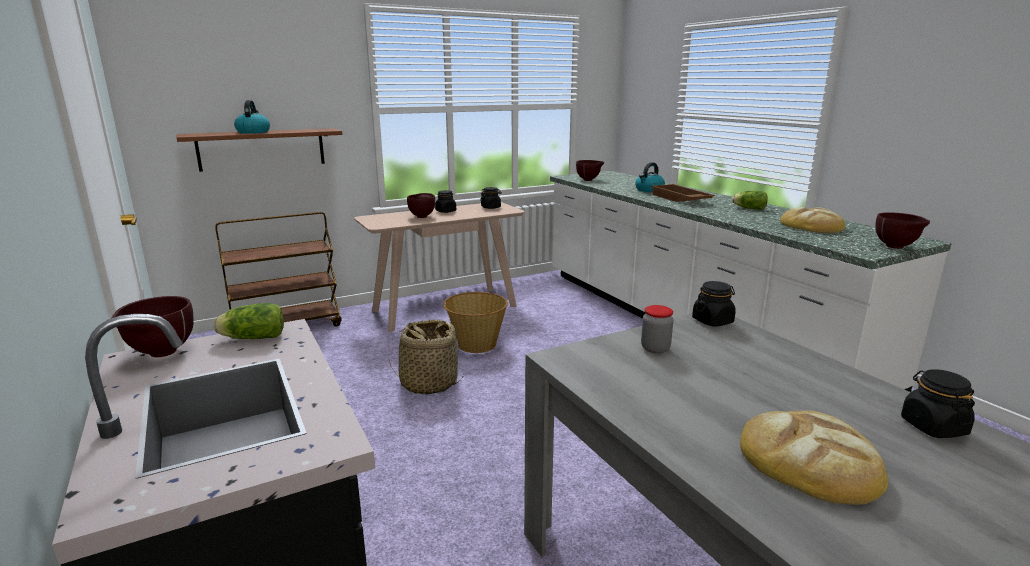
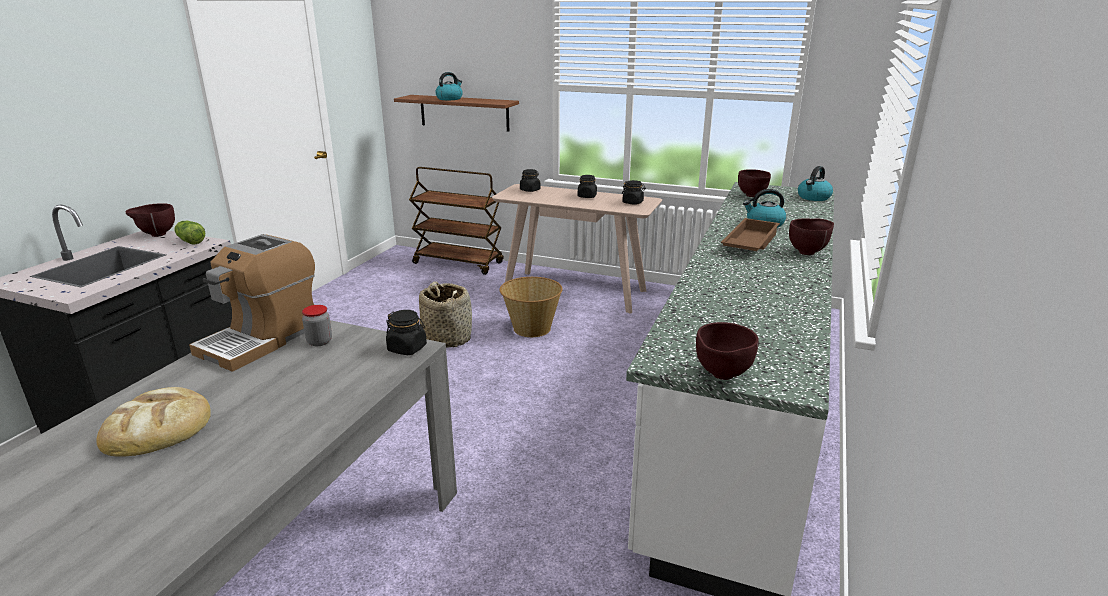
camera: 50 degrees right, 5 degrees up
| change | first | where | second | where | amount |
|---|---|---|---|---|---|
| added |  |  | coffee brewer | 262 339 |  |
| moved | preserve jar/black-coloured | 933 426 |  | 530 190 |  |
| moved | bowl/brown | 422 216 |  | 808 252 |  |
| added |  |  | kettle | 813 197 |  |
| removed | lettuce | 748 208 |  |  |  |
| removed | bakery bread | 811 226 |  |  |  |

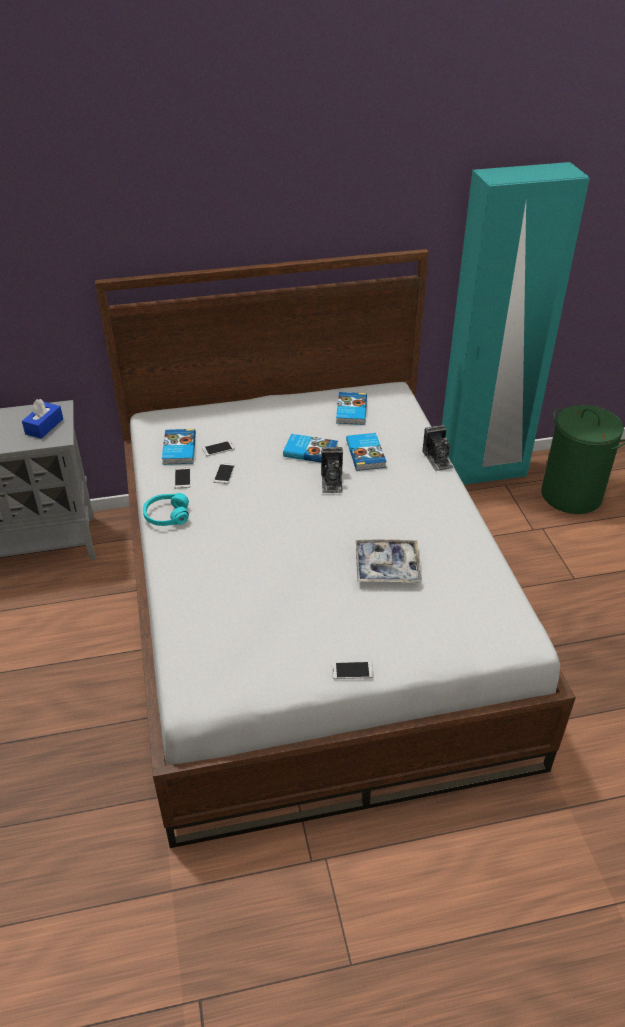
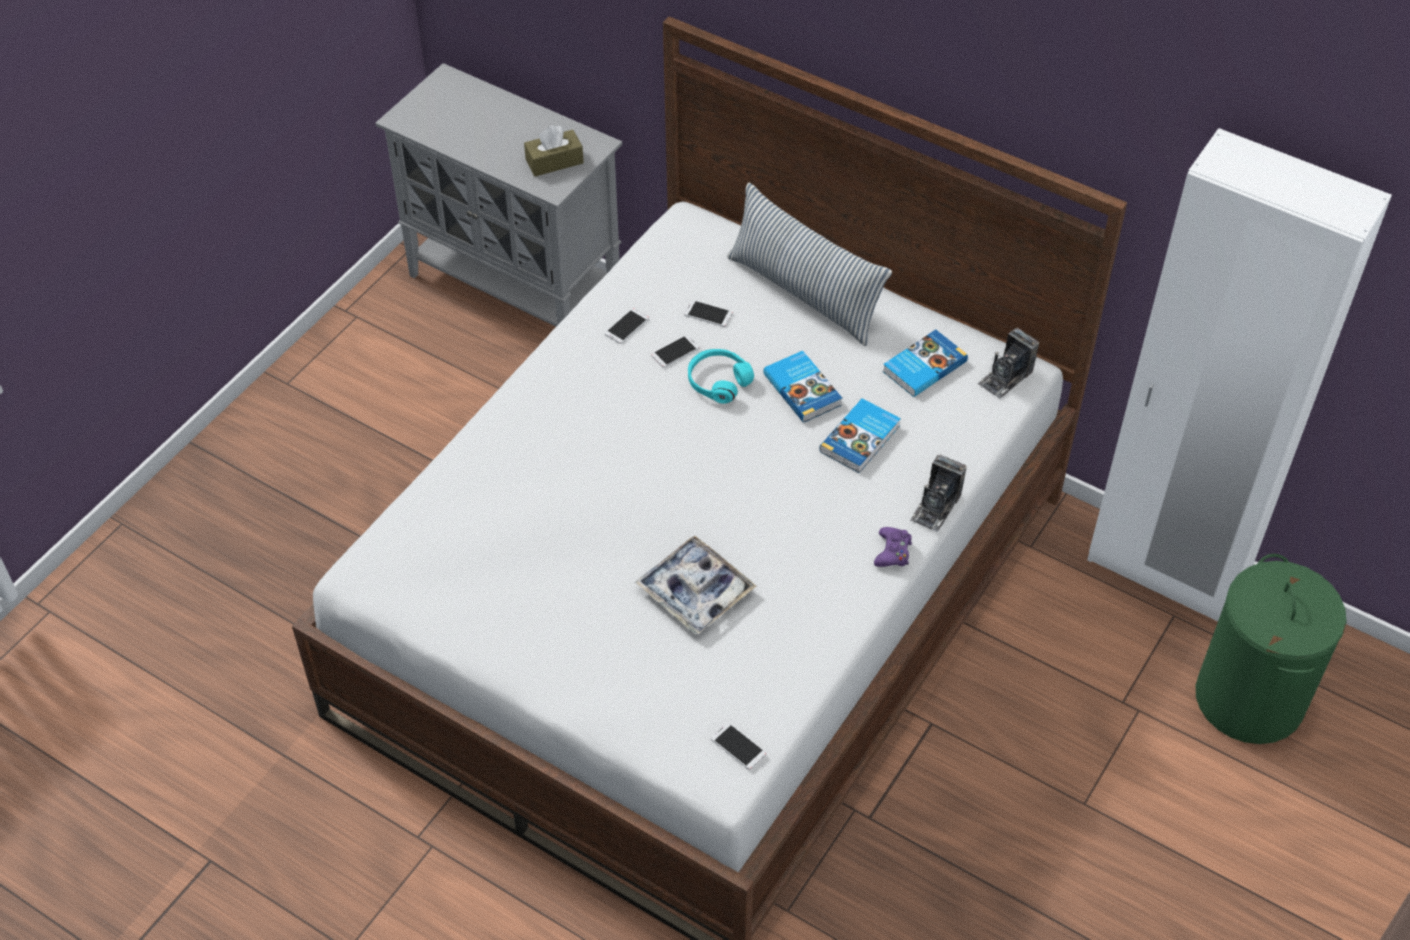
camera: 45 degrees right, 10 degrees up
| change | first | where | second | where | amount |
|---|---|---|---|---|---|
| recoloured | tissue box/blue-coloured | 44 426 | tissue box/brown | 554 161 |  |
| moved | headset/turquoise | 167 515 |  | 718 381 |  |
| moved | handset | 352 670 |  | 738 746 |  |
| added |  |  | cushion | 804 294 |  |
| added |  |  | game controller/purple | 893 552 |  |
| moved | photo camera | 332 481 |  | 1005 377 |  |
| recoloured | clothes cupboard/turquoise | 481 472 | clothes cupboard/white | 1165 573 |  |
| removed | bound book | 178 449 |  |  |  |

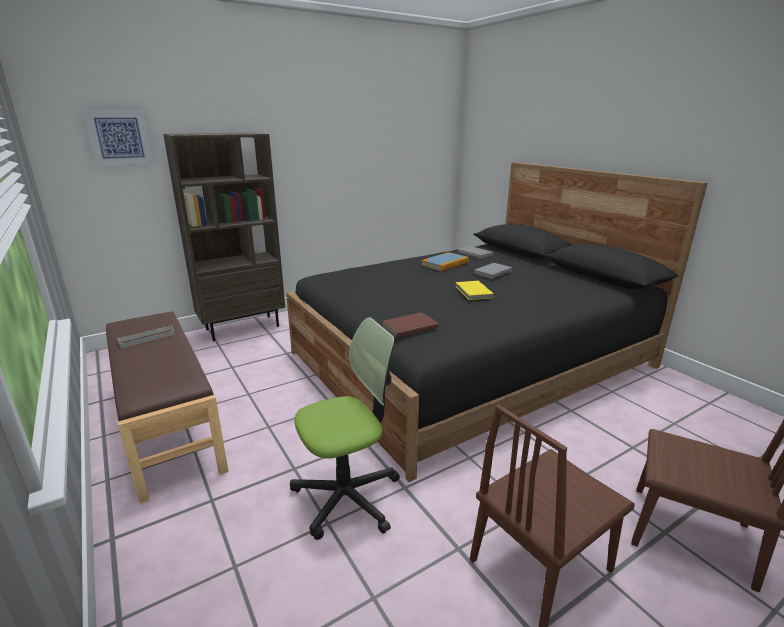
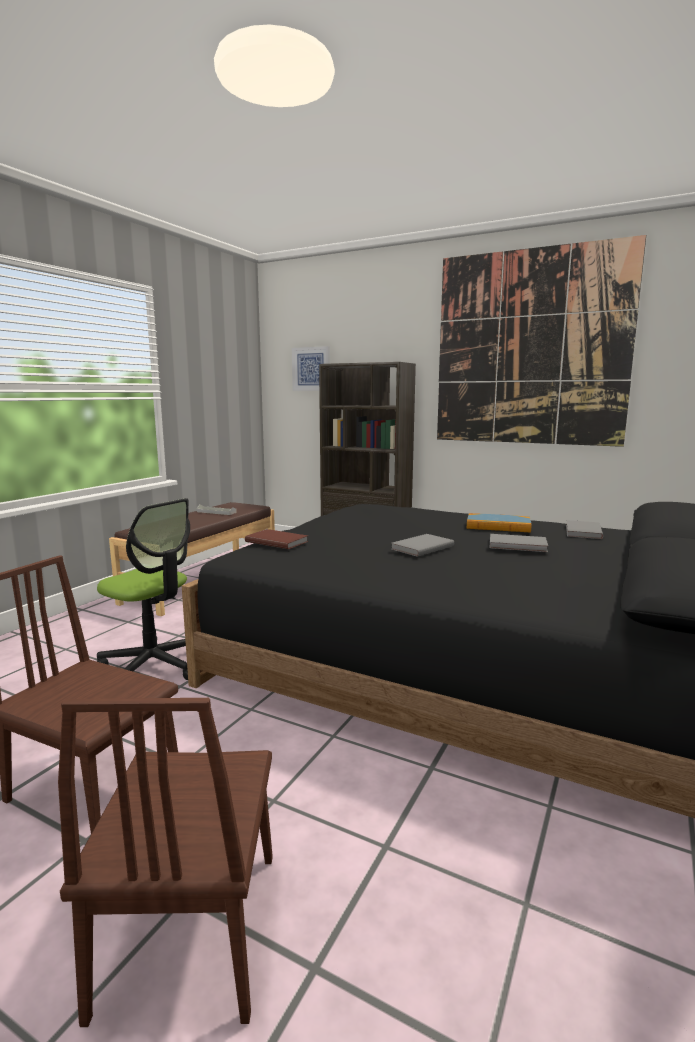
camera: 60 degrees right, 10 degrees down
| change | first | where | second | where | amount |
|---|---|---|---|---|---|
| recoloured | bound book/yellowish | 473 292 | bound book/gray | 421 547 |  |
| added |  |  | picture | 530 349 |  |

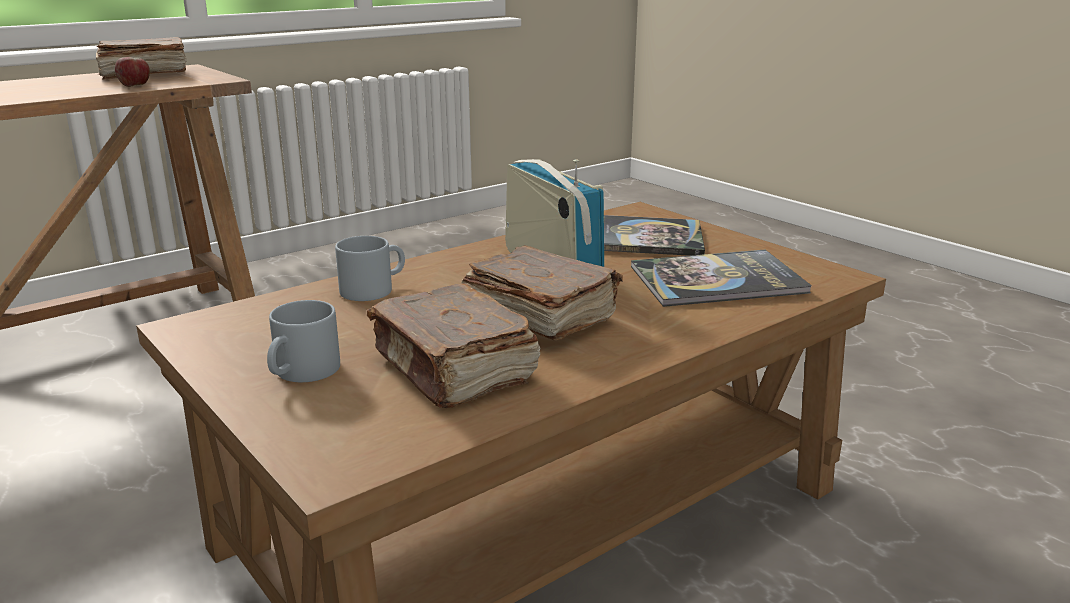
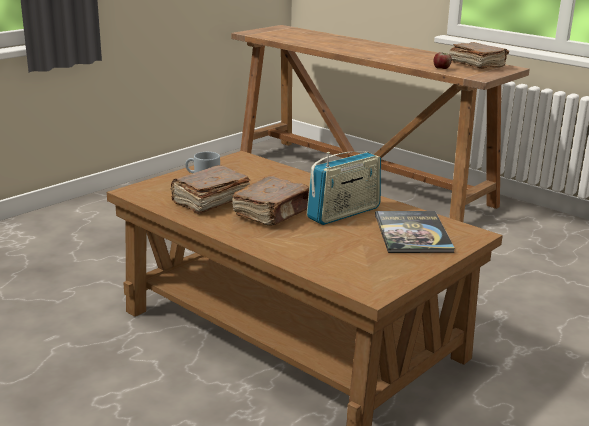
camera: 80 degrees right, 0 degrees up
| change | first | where | second | where | amount |
|---|---|---|---|---|---|
| removed | mug/gray | 373 289 |  |  |  |
| removed | bound book | 717 280 |  |  |  |

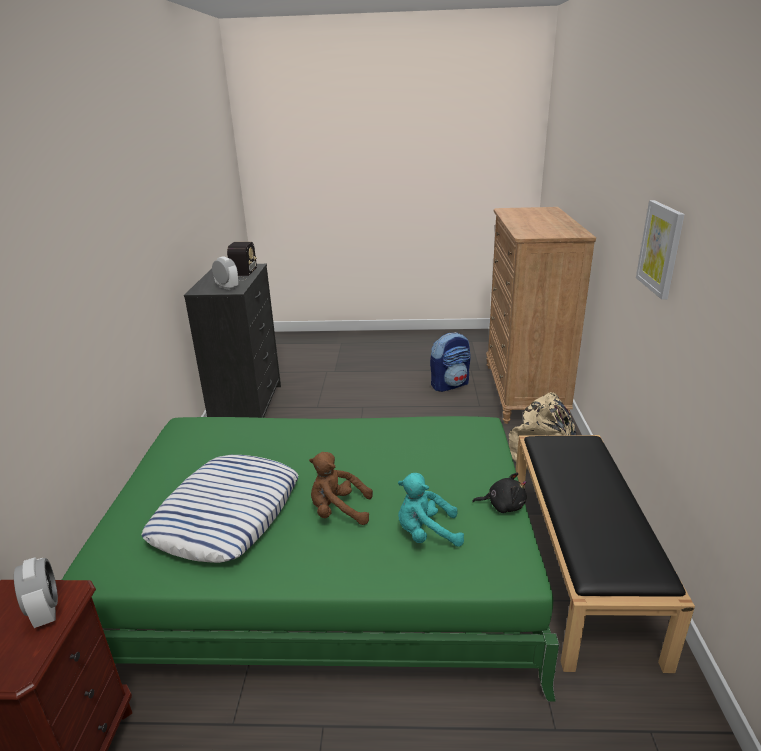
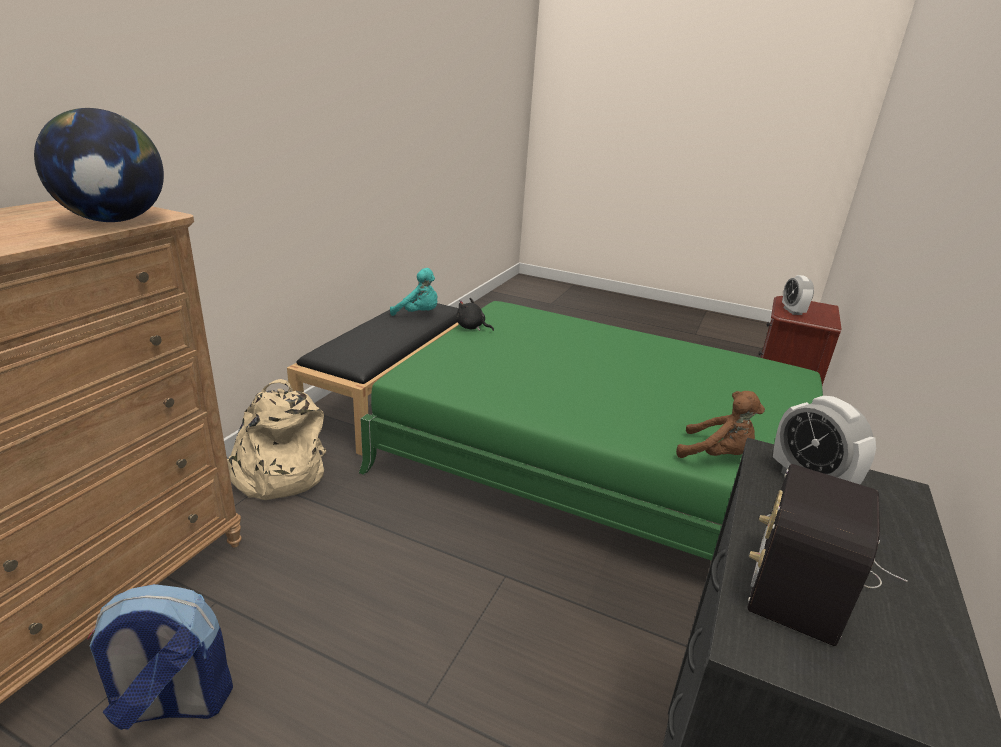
camera: 160 degrees left, 0 degrees up
| change | first | where | second | where | amount |
|---|---|---|---|---|---|
| added |  |  | globe | 114 220 |  |
| moved | soft toy/turquoise | 426 533 |  | 418 314 |  |
| moved | soft toy/brown | 338 511 |  | 717 455 |  |
| removed | cushion | 227 514 |  |  |  |
| removed | picture | 661 248 |  |  |  |

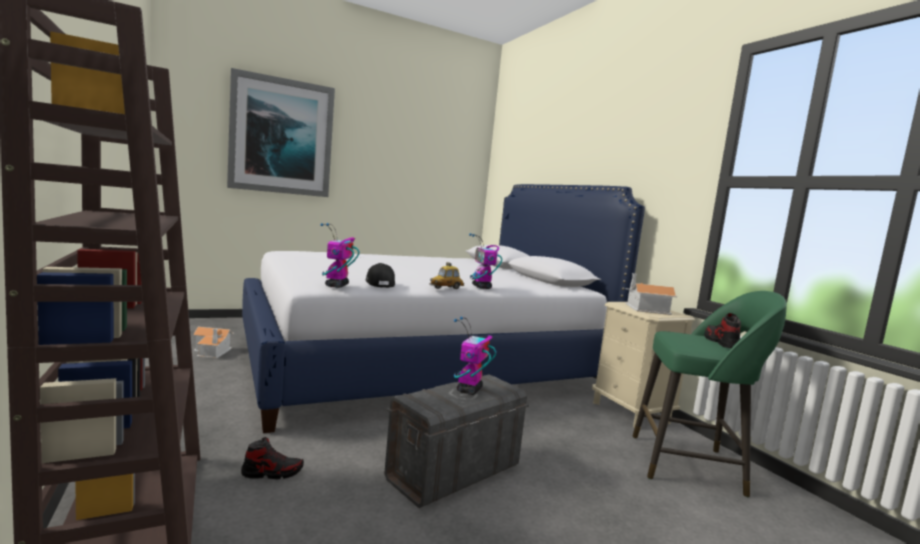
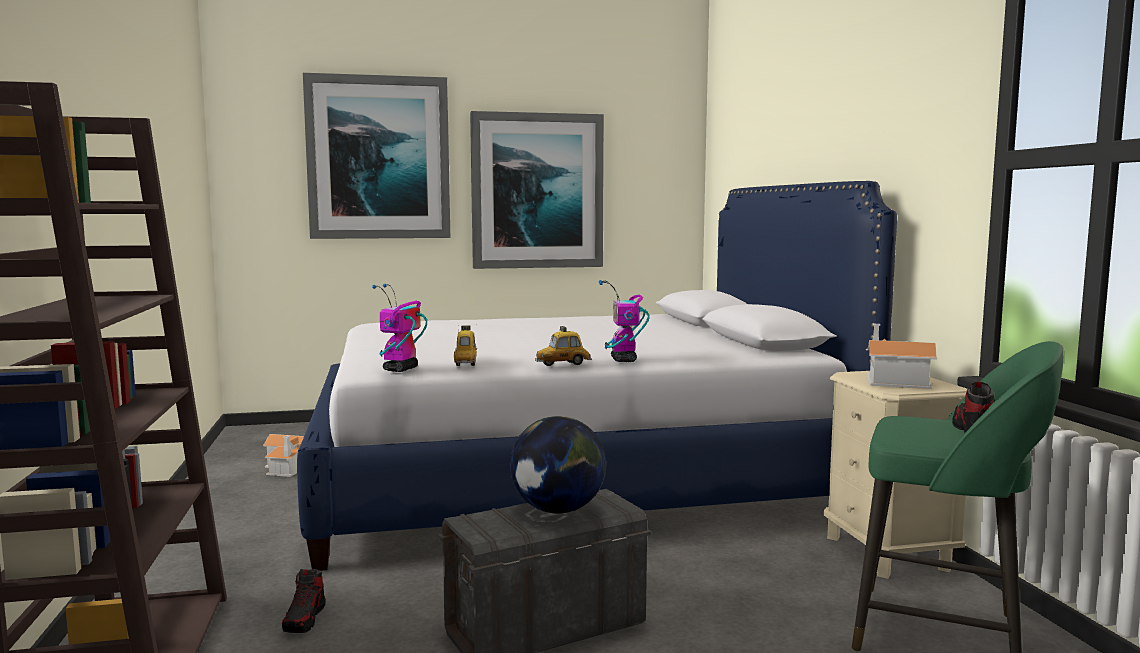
camera: 15 degrees right, 0 degrees up
| change | first | where | second | where | amount |
|---|---|---|---|---|---|
| turned | shoe | 272 473 |  | 305 619 | 90 degrees clockwise |
| replaced | cap/black-coloured | 379 283 | miniature car | 466 363 |  |
| added |  |  | picture | 537 191 |  |
| replaced | toy robot | 469 390 | globe | 558 510 |  |

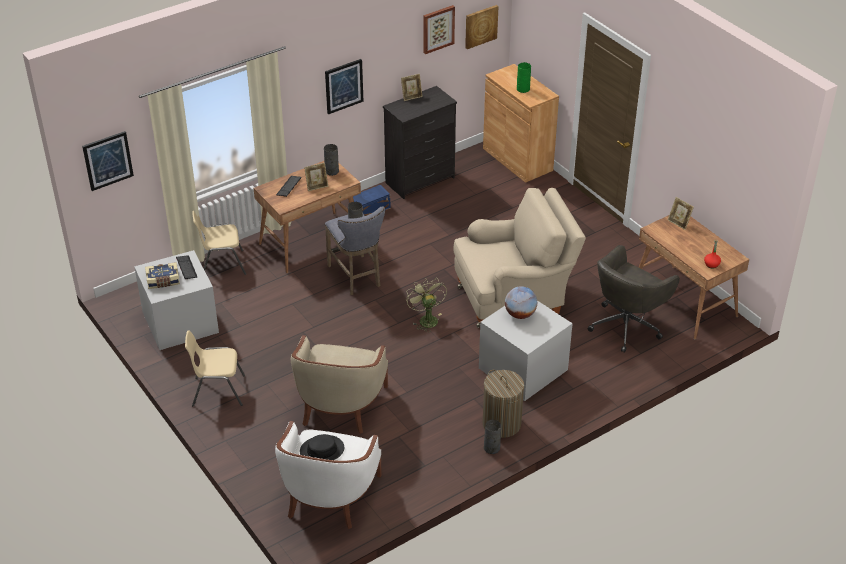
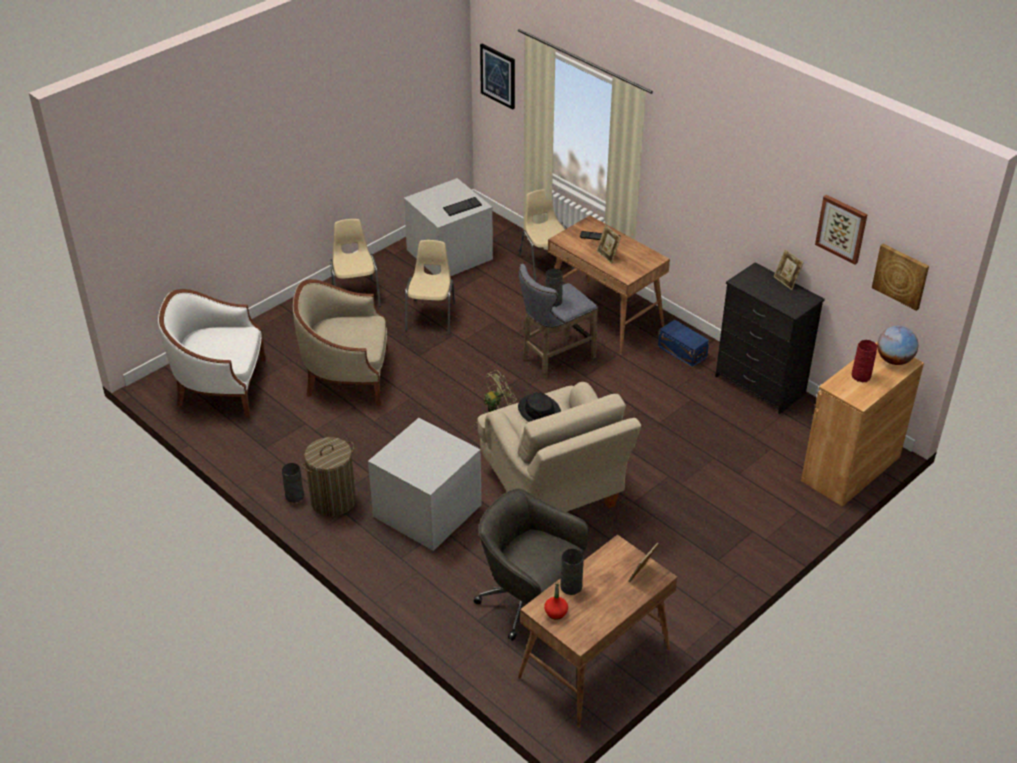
camera: 80 degrees right, 0 degrees up
| change | first | where | second | where | amount |
|---|---|---|---|---|---|
| added |  |  | upright chair/sand-coloured | 431 316 |  |
| moved | hat/black-coloured | 322 450 |  | 539 411 |  |
| moved | flower vase/gray | 331 171 |  | 570 586 |  |
| recoloured | flower vase/greenish | 522 89 | flower vase/red-coloured | 861 375 |  |
| moved | globe | 520 314 |  | 894 360 |  |
| removed | bound book | 163 281 |  |  |  |
| removed | picture | 343 86 |  |  |  |

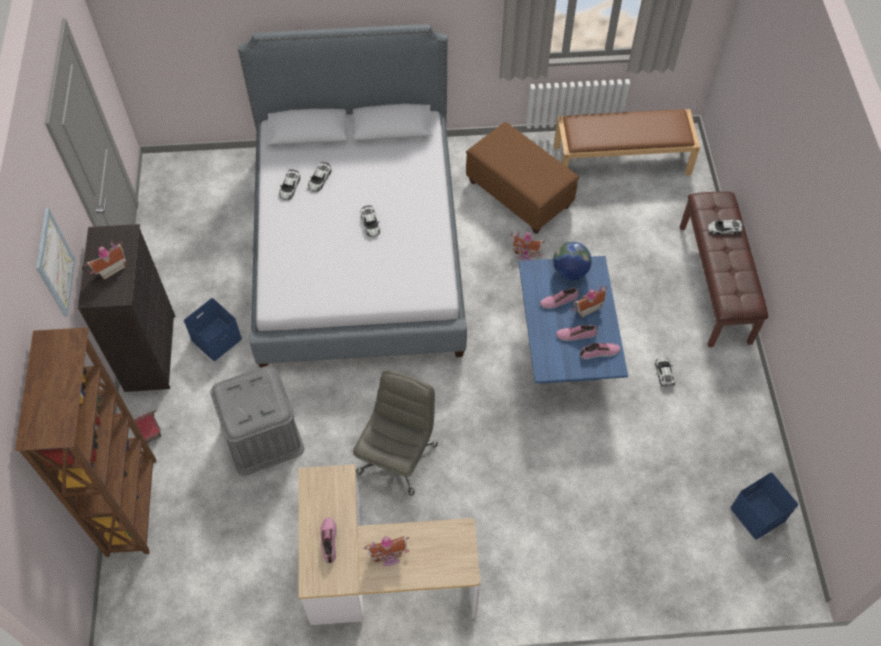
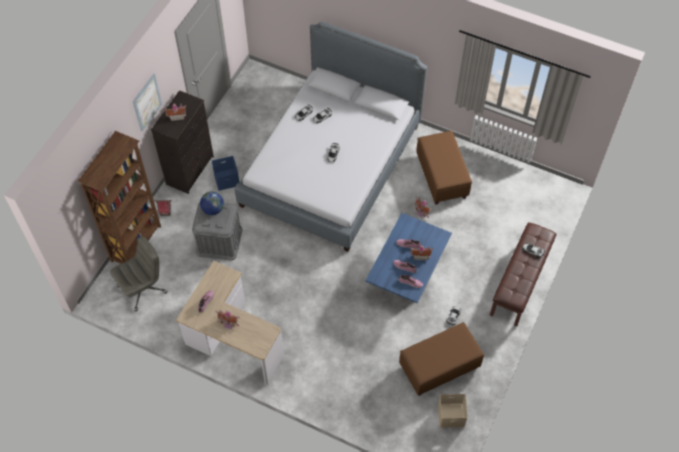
camera: 30 degrees right, 0 degrees up
| change | first | where | second | where | amount |
|---|---|---|---|---|---|
| moved | desk chair/gray | 397 457 |  | 143 288 |  |
| moved | globe | 570 271 |  | 213 209 |  |
| added |  |  | ottoman/brown | 438 367 |  |
| recoloured | storage bin/blue-coloured | 758 515 | storage bin/sand-coloured | 450 416 |  |
| removed | long seat/brown | 622 159 |  |  |  |

